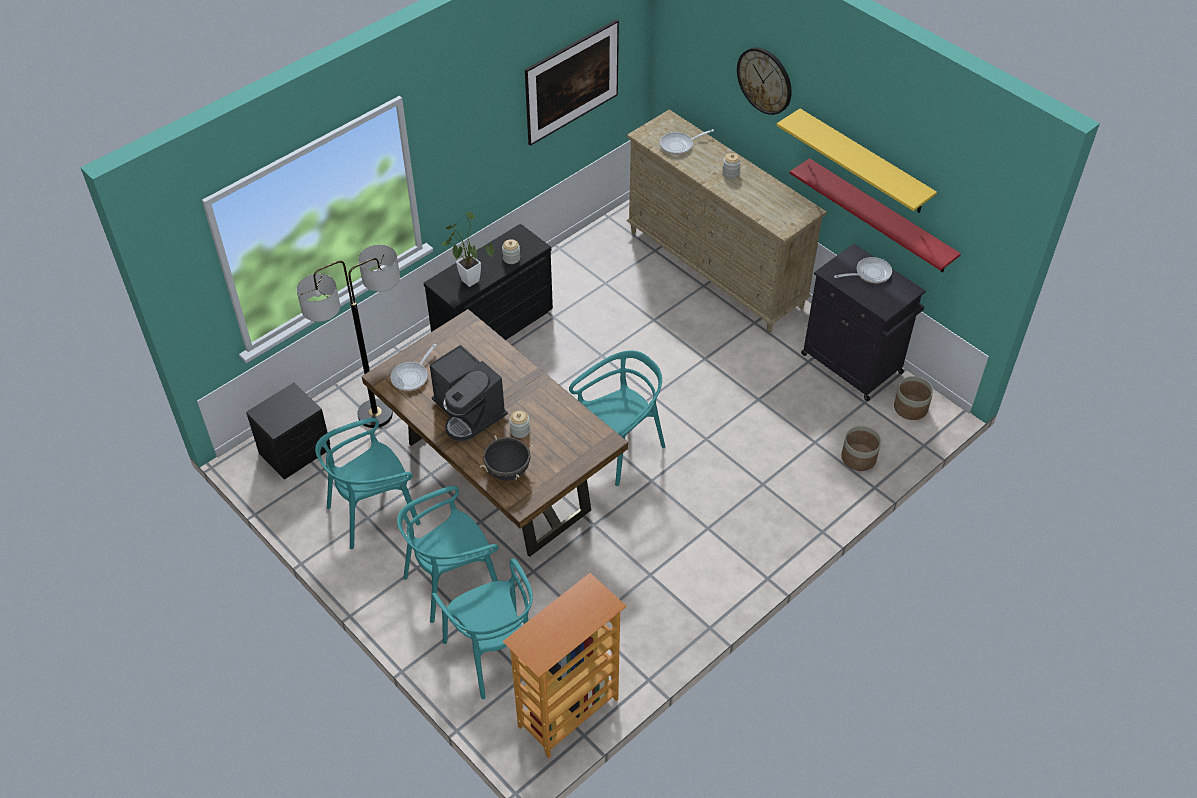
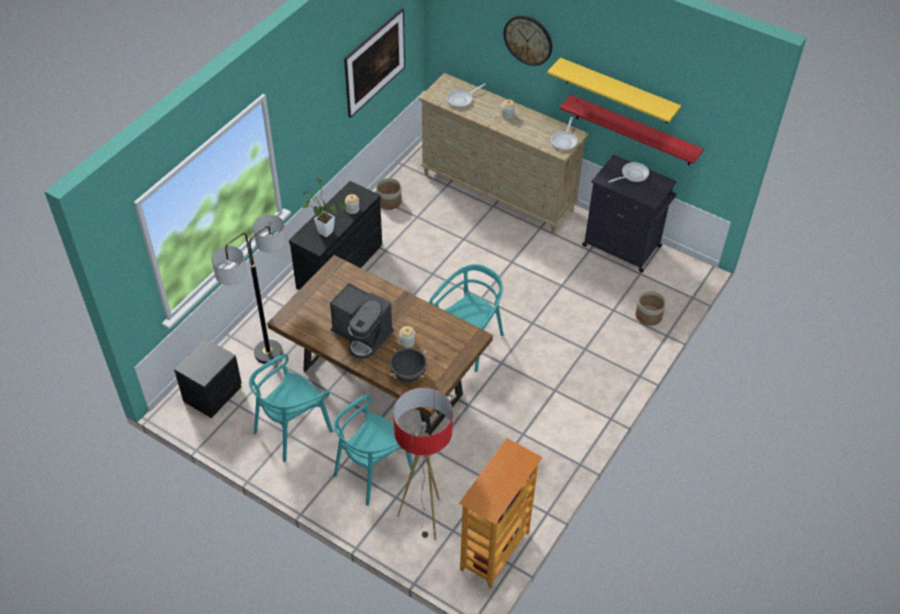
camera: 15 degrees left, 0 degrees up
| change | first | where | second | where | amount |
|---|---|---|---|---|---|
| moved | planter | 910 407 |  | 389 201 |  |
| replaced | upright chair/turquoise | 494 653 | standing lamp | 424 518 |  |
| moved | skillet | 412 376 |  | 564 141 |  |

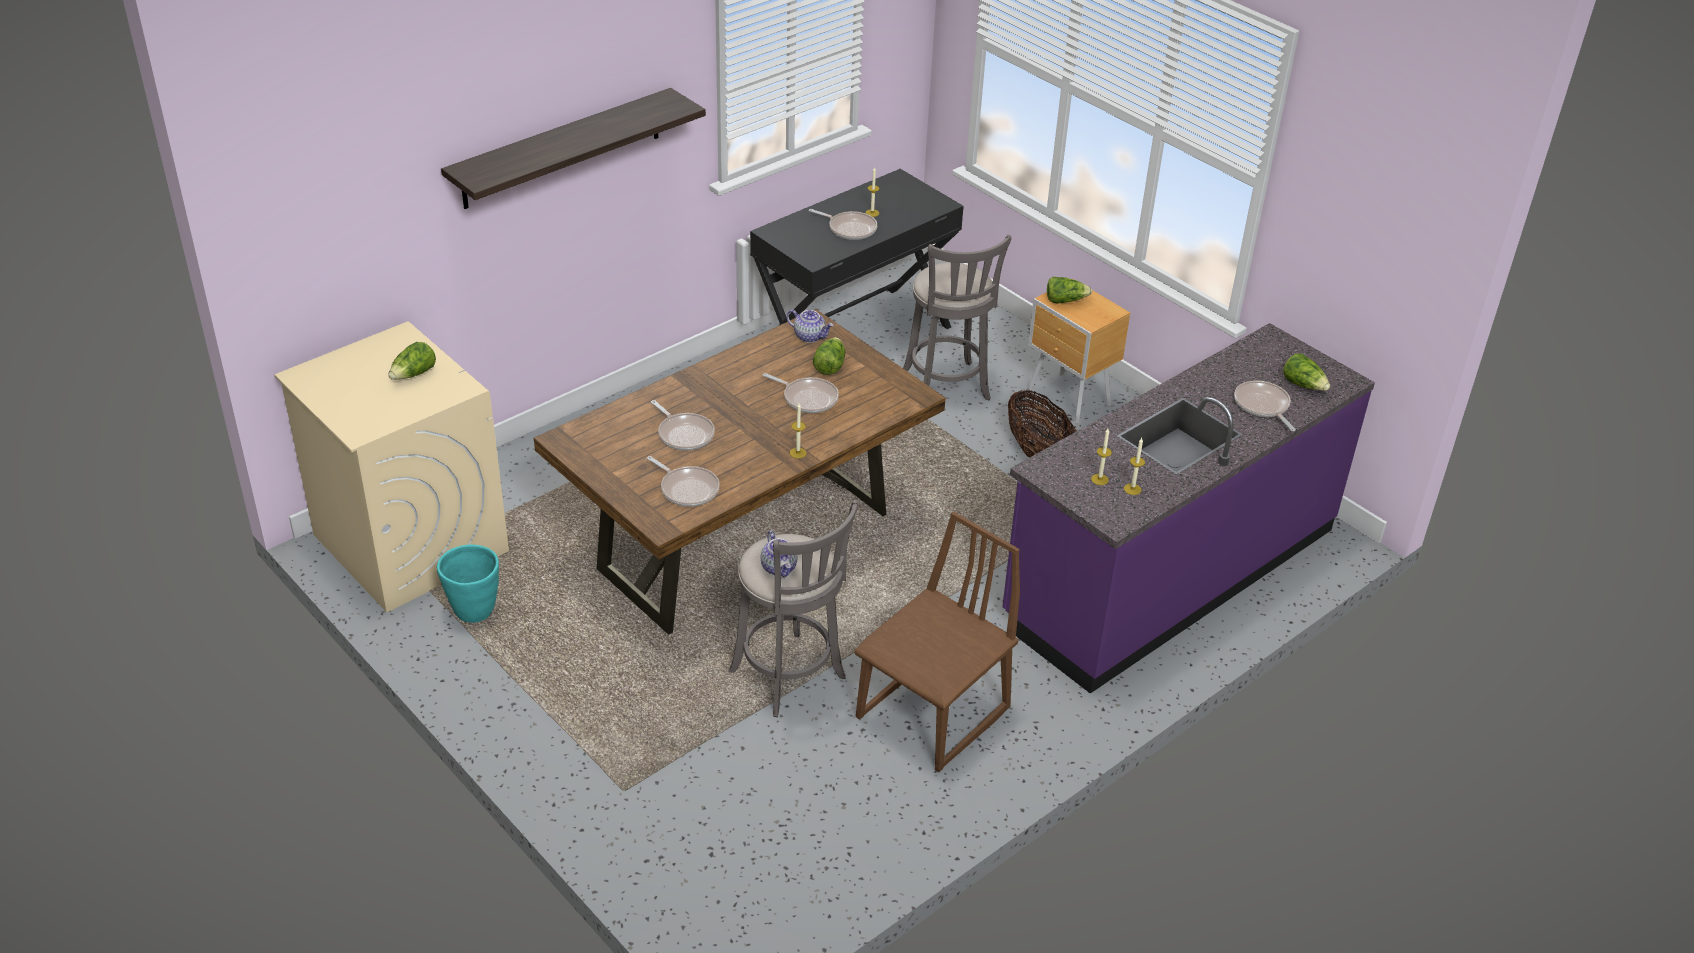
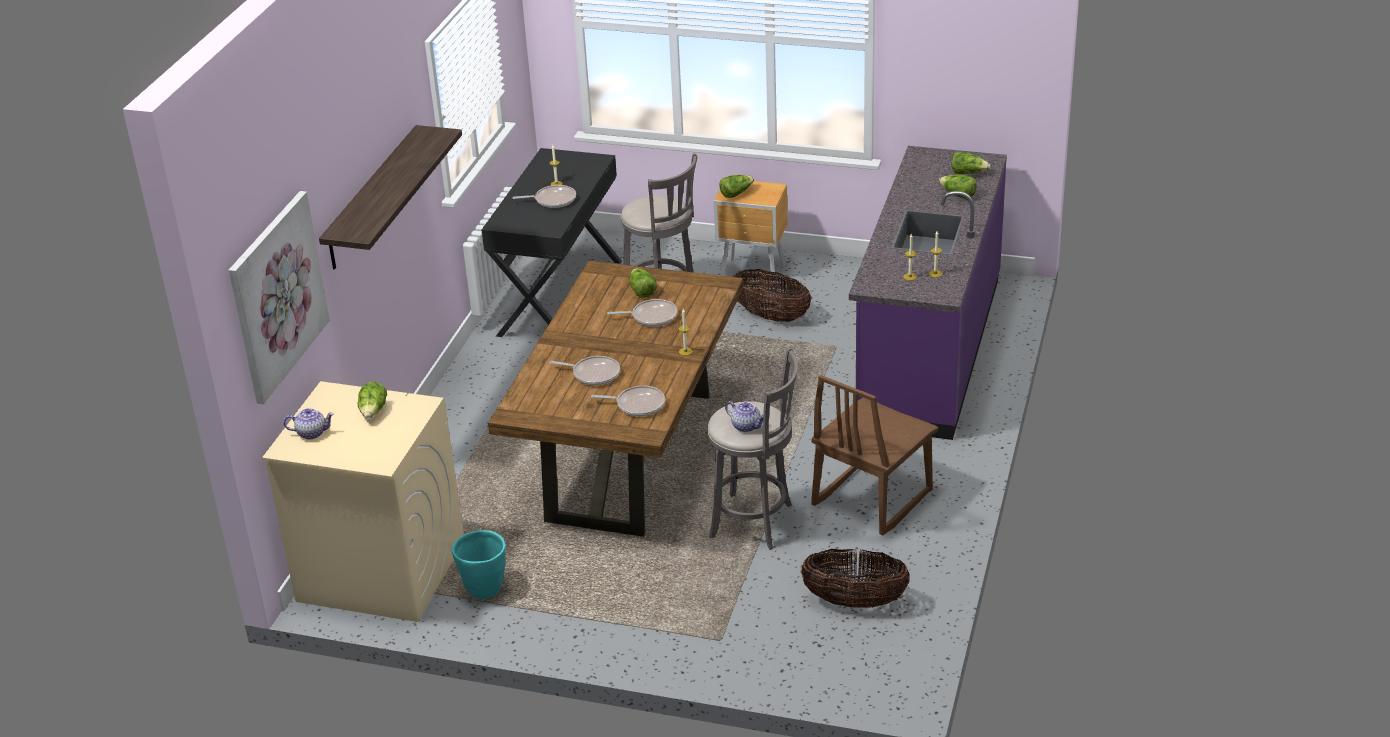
camera: 30 degrees left, 5 degrees down
| change | first | where | second | where | amount |
|---|---|---|---|---|---|
| added |  |  | picture | 277 296 |  |
| moved | pot for tea | 810 336 |  | 312 433 |  |
| added |  |  | household basket | 854 601 |  |
| turned | upright chair/brown | 934 714 |  | 871 498 | 150 degrees counterclockwise |
| replaced | skillet | 1262 406 | lettuce | 958 195 |  |

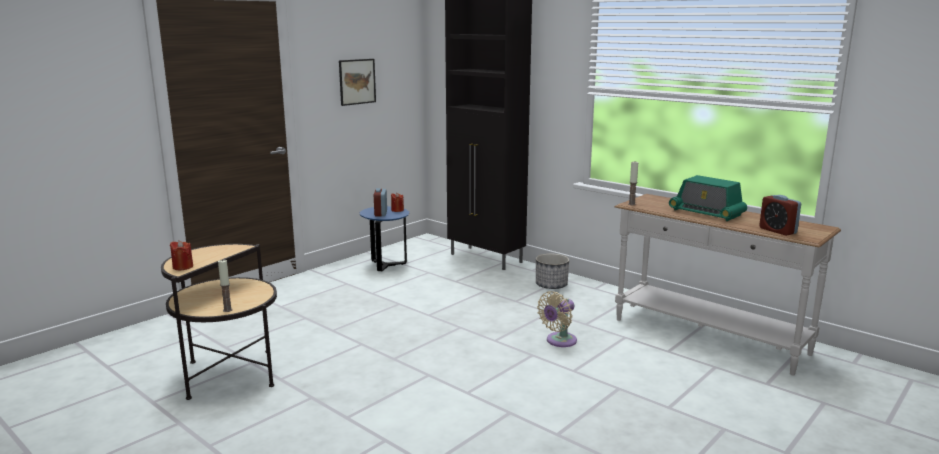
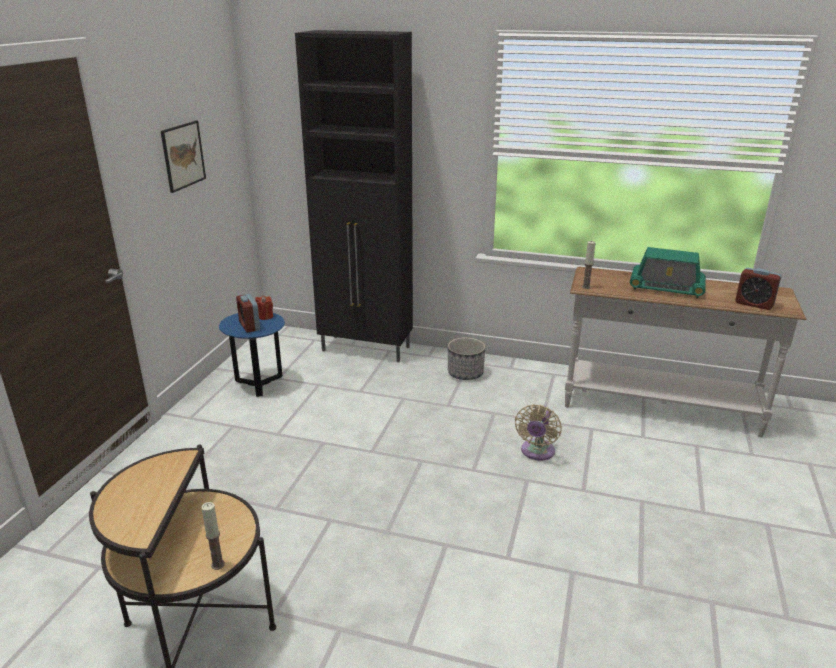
camera: 25 degrees left, 10 degrees up
| change | first | where | second | where | amount |
|---|---|---|---|---|---|
| removed | wax light/red-coloured | 183 267 |  |  |  |

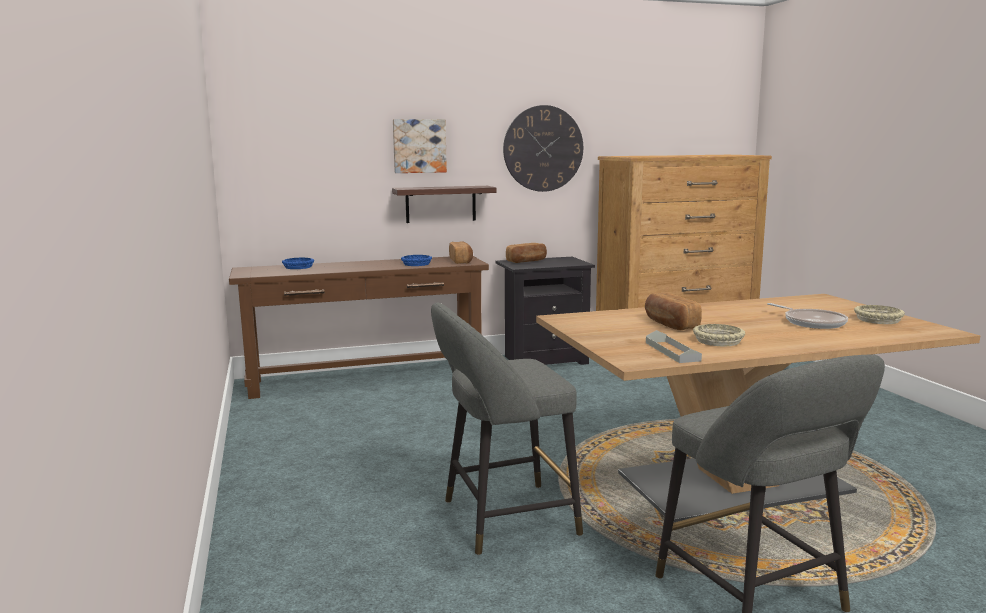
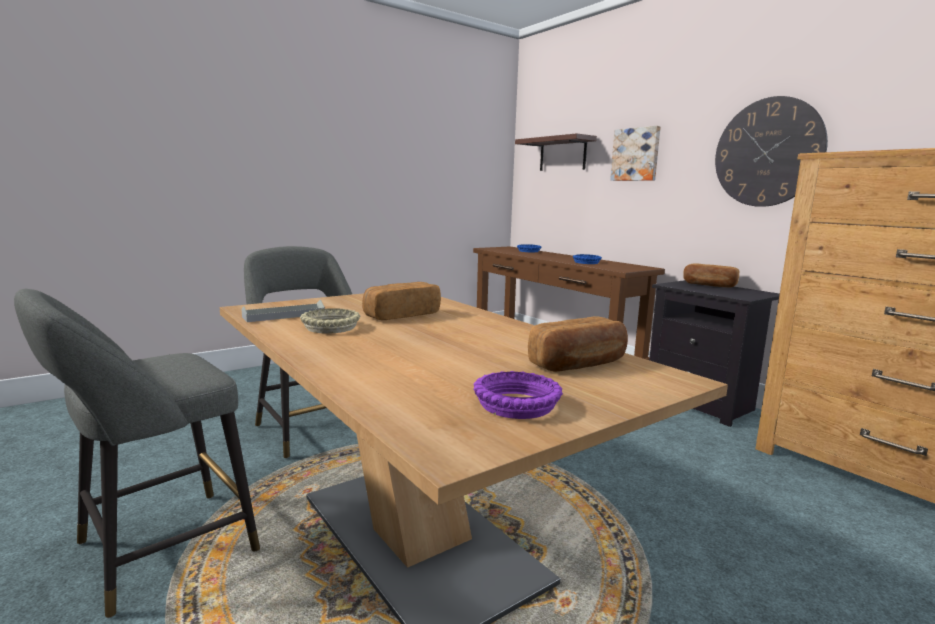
camera: 70 degrees right, 0 degrees up
| change | first | where | second | where | amount |
|---|---|---|---|---|---|
| recoloured | bowl/sand-coloured | 878 319 | bowl/purple | 517 404 |  |
| moved | shelf | 440 204 |  | 562 154 |  |
| moved | bakery bread | 461 261 |  | 579 364 |  |
| removed | skillet | 811 322 |  |  |  |

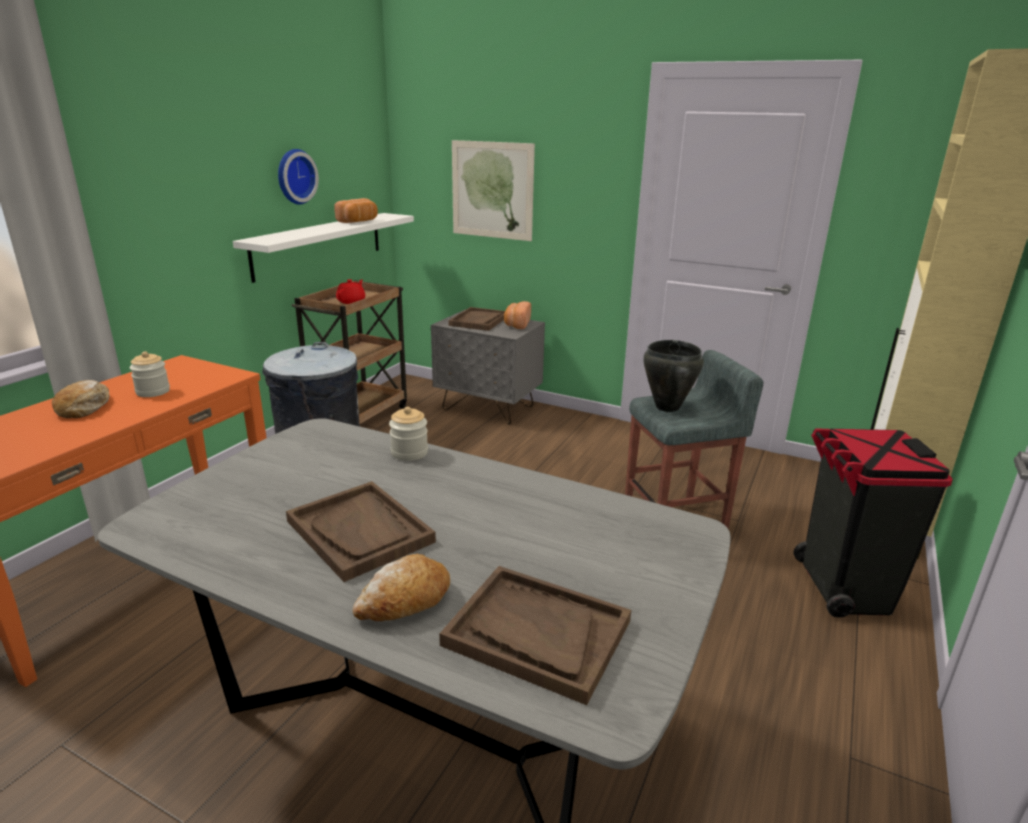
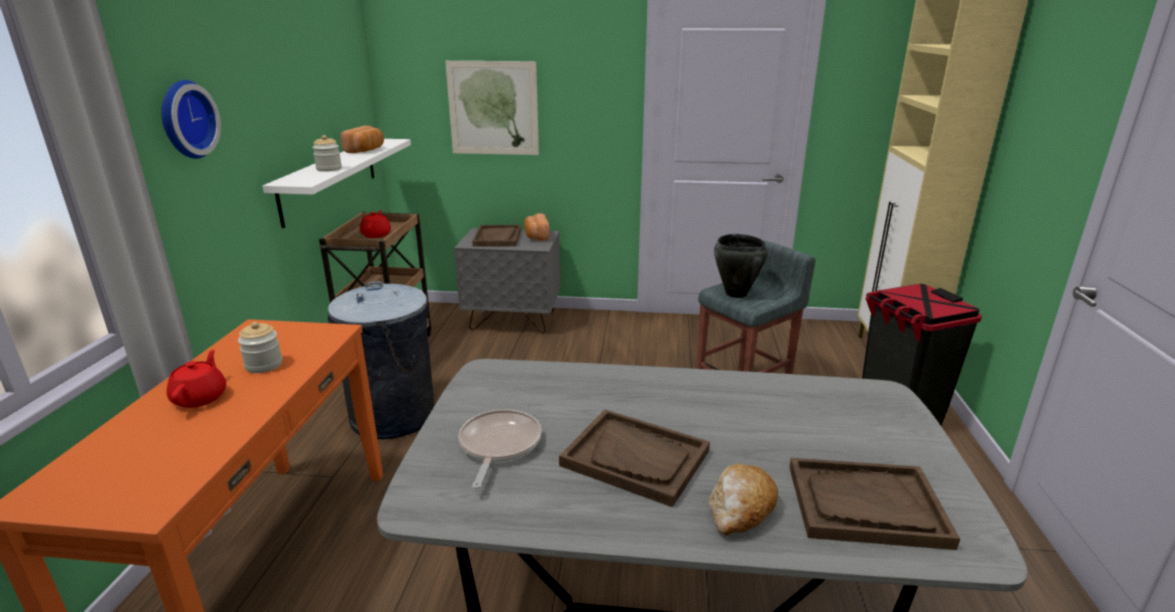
camera: 20 degrees left, 0 degrees up
| change | first | where | second | where | amount |
|---|---|---|---|---|---|
| moved | hanging clock | 294 176 |  | 184 119 |  |
| replaced | bakery bread | 85 407 | pot for tea/red-coloured | 201 397 |  |
| moved | preserve jar | 409 453 |  | 329 169 |  |
| added |  |  | skillet | 498 446 |  |

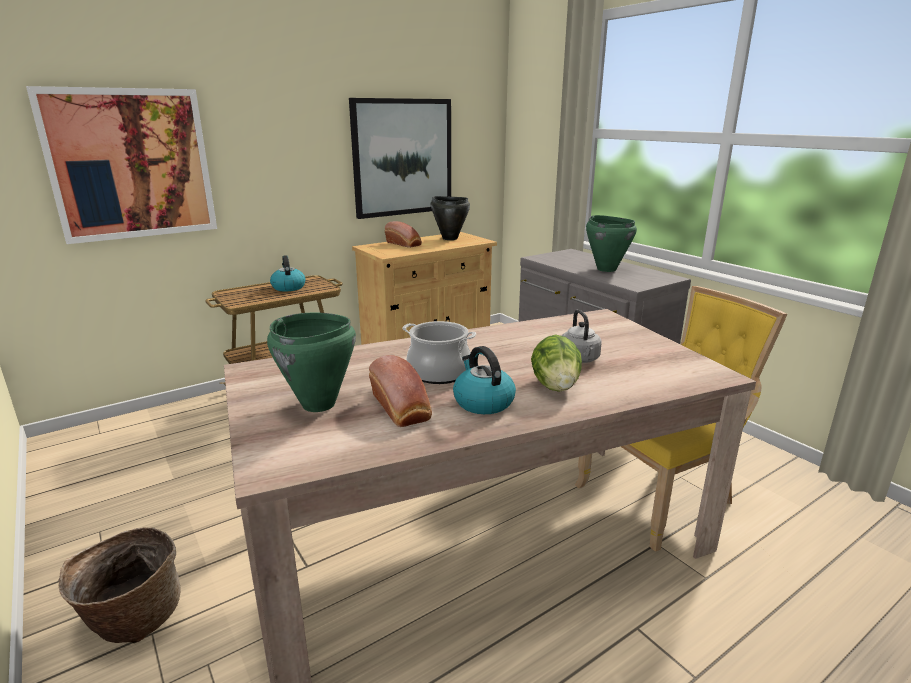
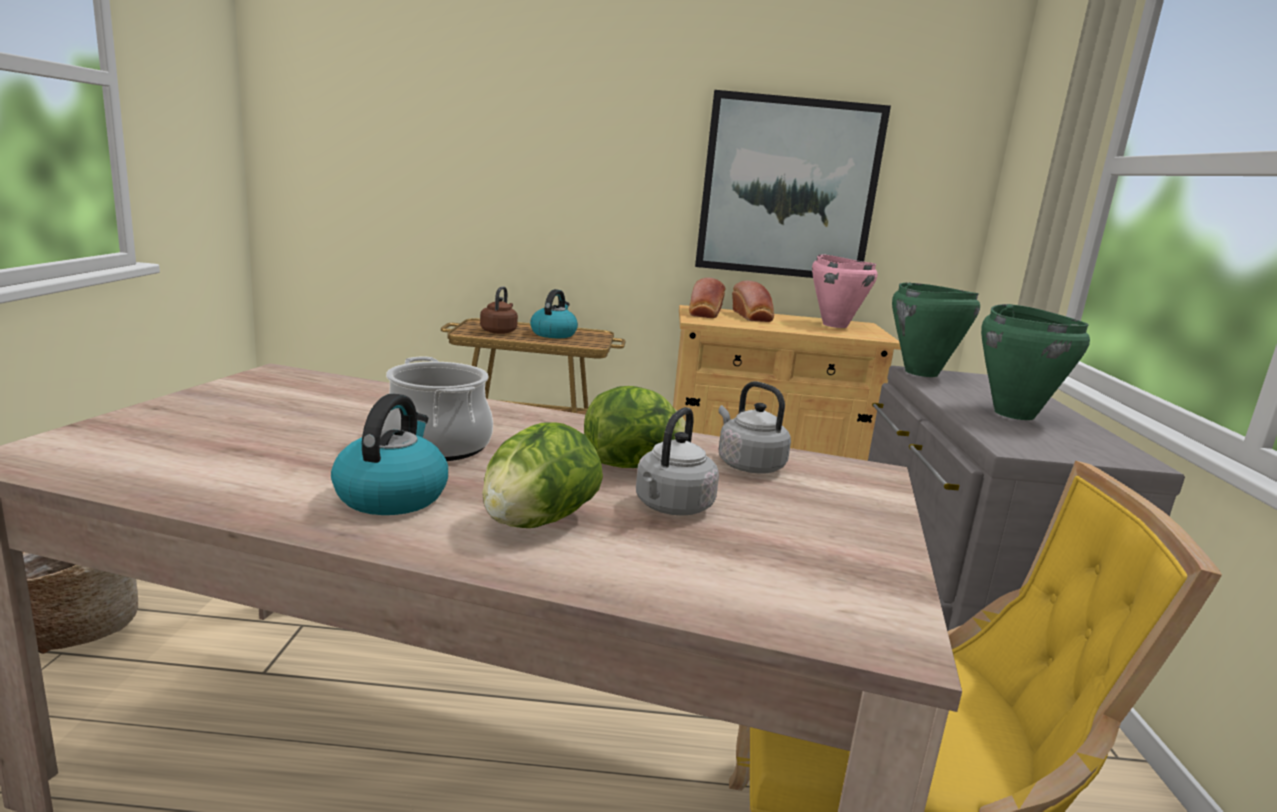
camera: 35 degrees right, 5 degrees down
| change | first | where | second | where | amount |
|---|---|---|---|---|---|
| added |  |  | kettle/brown | 499 331 |  |
| added |  |  | lettuce | 632 466 |  |
| moved | bakery bread | 401 409 |  | 705 313 |  |
| added |  |  | kettle/gray | 747 465 |  |
| recoloured | cooking pot/black-coloured | 449 238 | cooking pot/pinkish | 834 325 |  |
| moved | cooking pot/greenish | 319 405 |  | 921 373 |  |
| removed | picture | 131 164 |  |  |  |

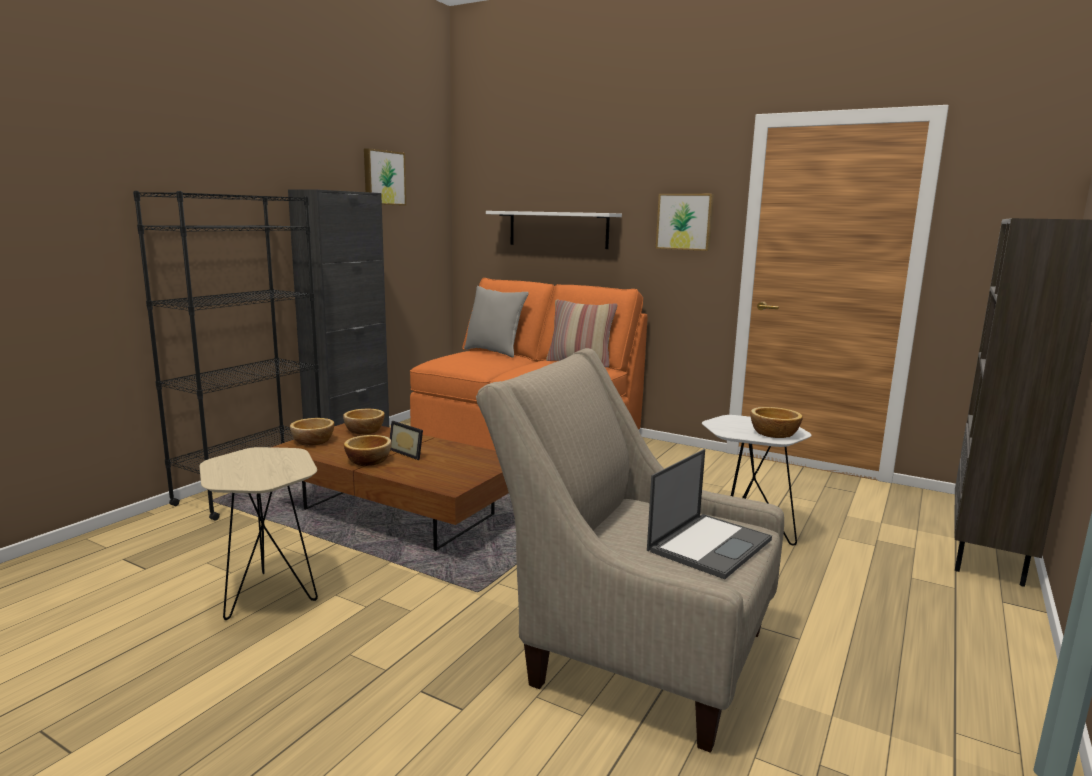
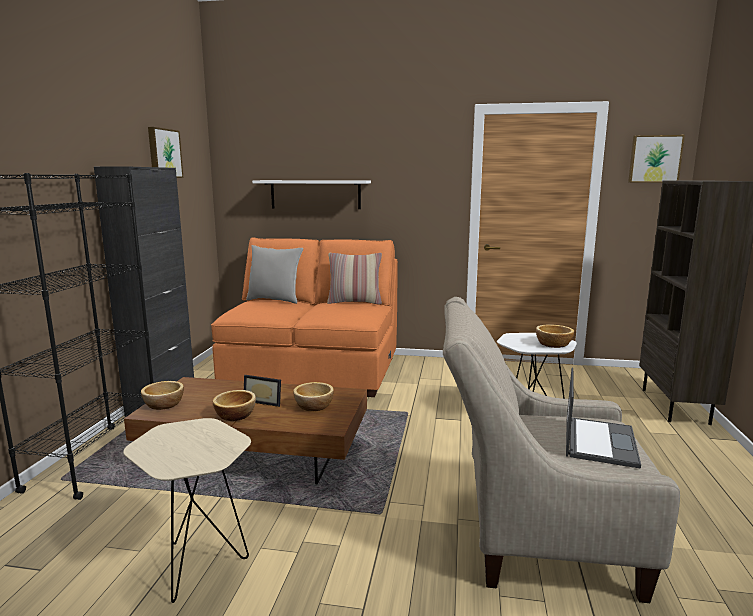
camera: 20 degrees left, 0 degrees up
| change | first | where | second | where | amount |
|---|---|---|---|---|---|
| moved | bowl | 365 431 |  | 314 406 |  |
| moved | picture | 685 222 |  | 655 159 |  |

